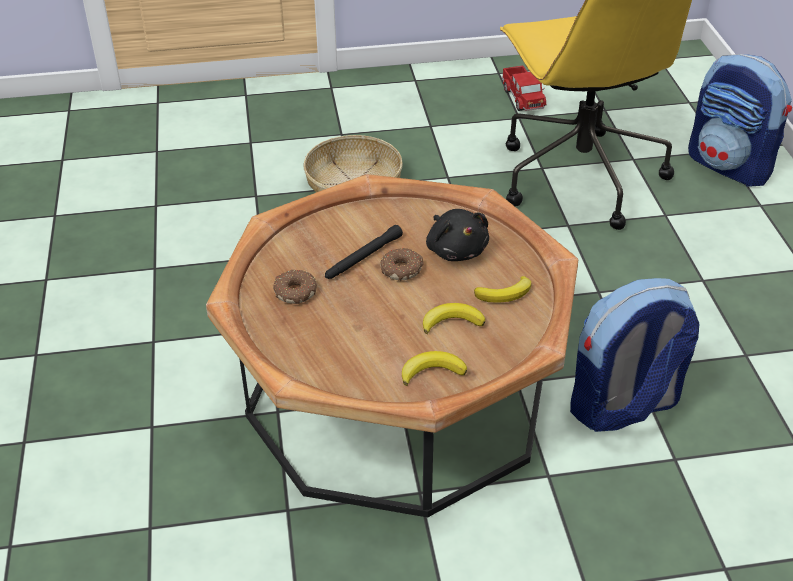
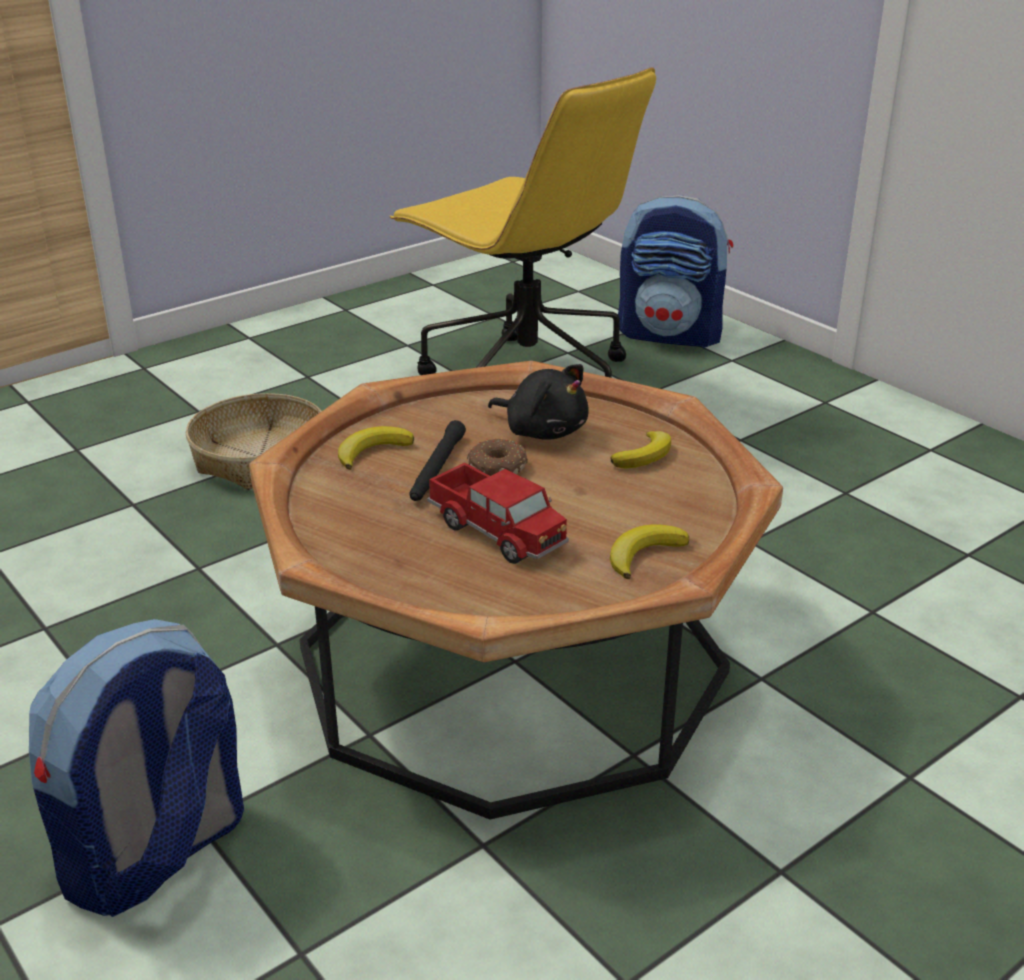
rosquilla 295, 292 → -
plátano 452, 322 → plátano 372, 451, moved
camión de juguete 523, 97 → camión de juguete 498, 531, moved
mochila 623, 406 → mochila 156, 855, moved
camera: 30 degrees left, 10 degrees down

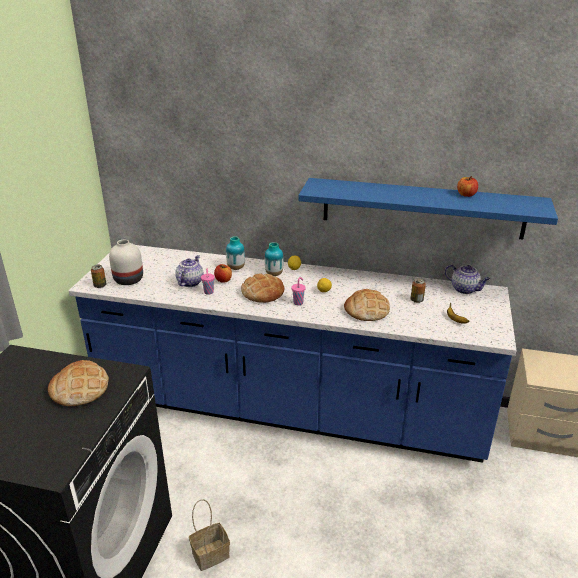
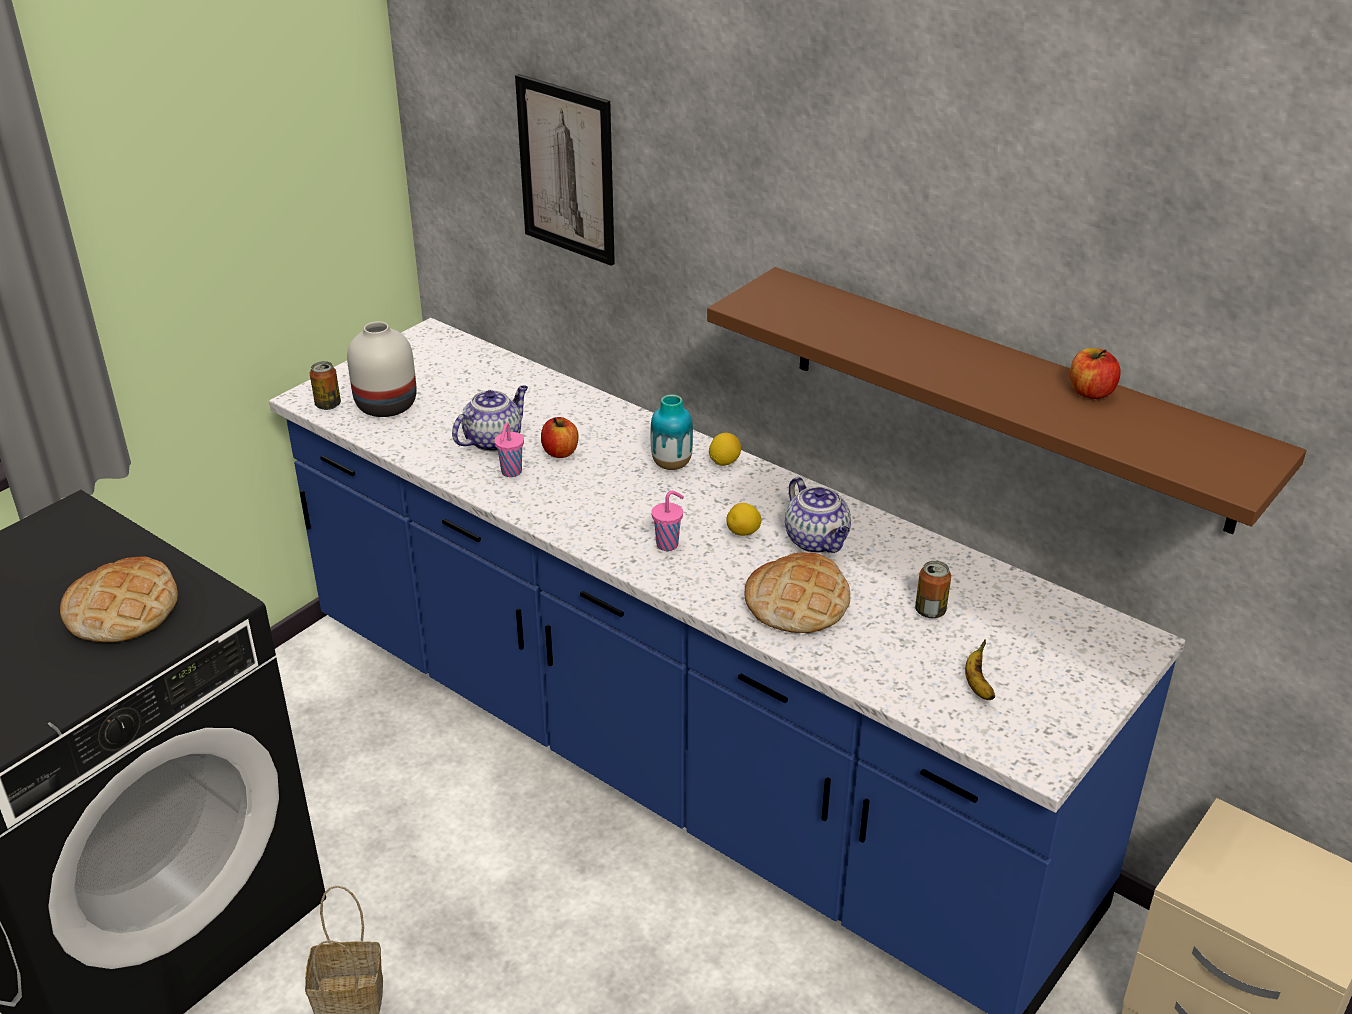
florero 236, 268 → -
pan 262, 292 → -
estante/azul 422, 208 → estante/marrón 1006, 396
tetera 465, 289 → tetera 818, 541, moved
- → cuadro 567, 170
camera: 25 degrees right, 5 degrees up

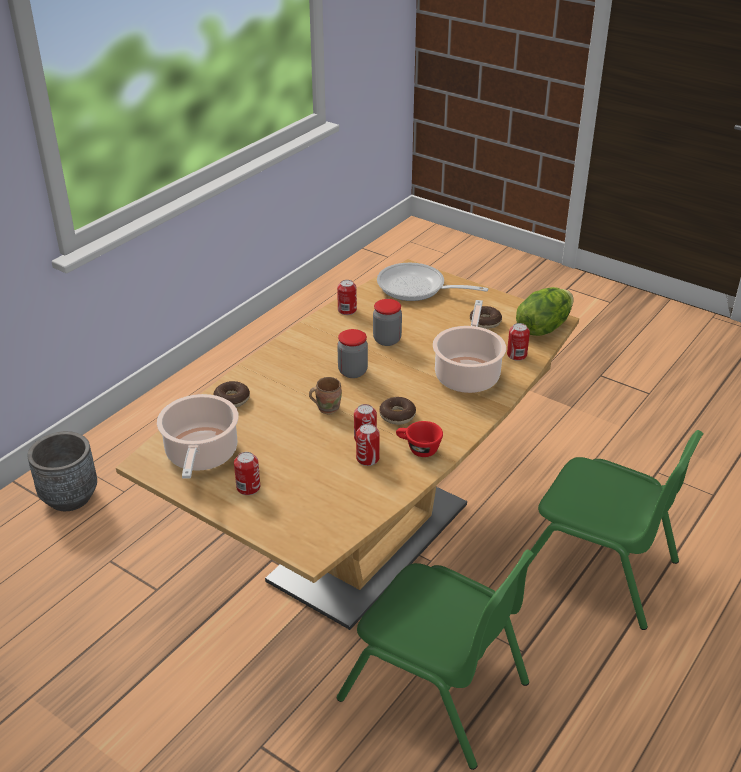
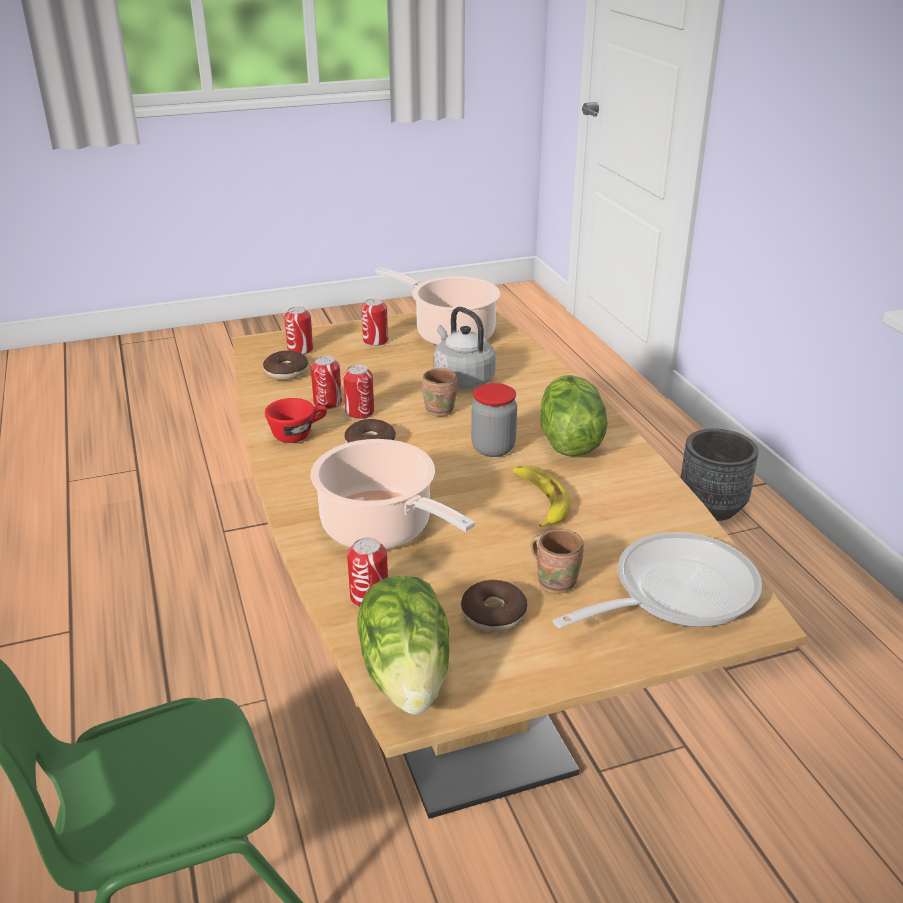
rosquilla 232, 399 → rosquilla 286, 372, moved
lata 347, 310 → lata 300, 349, moved
silla/verde 435, 691 → -
tarro 387, 340 → plátano 540, 500
- → hervidor/gris 462, 379
- → taza grande/marrón 556, 581
- → lechuga 568, 441
camera: 125 degrees right, 5 degrees down

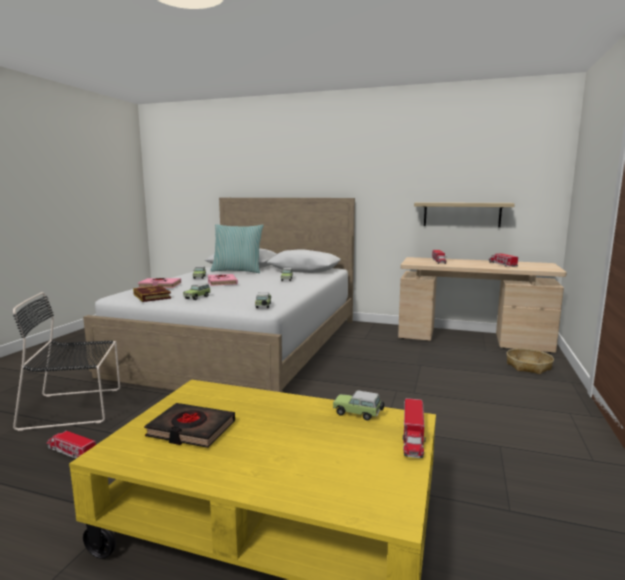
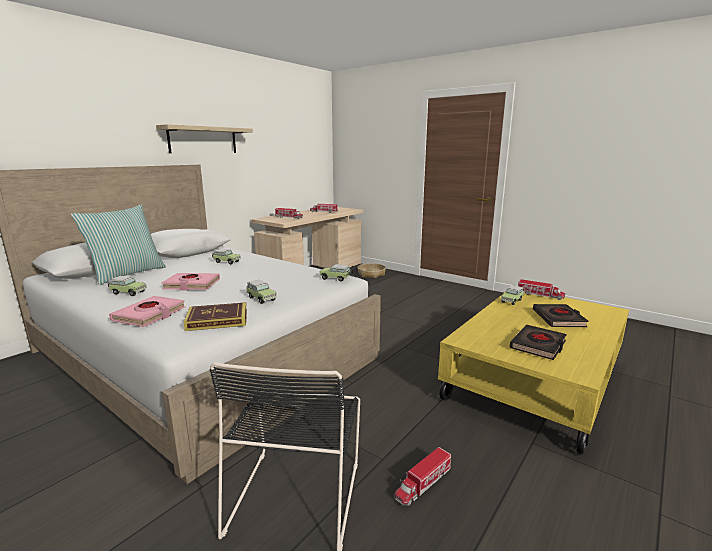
estante 461, 214 → estante 203, 140, moved
- → libro/negro 558, 319
camera: 70 degrees left, 5 degrees up

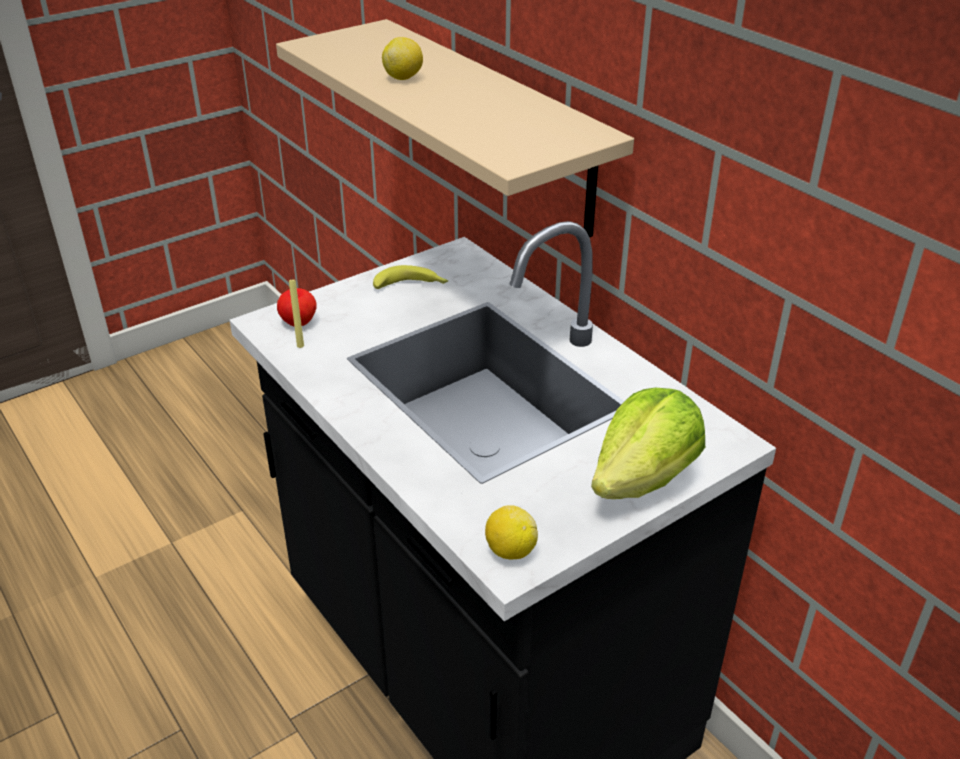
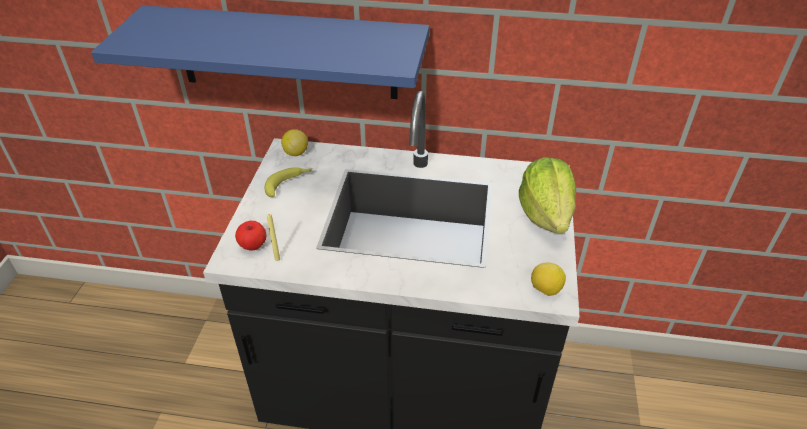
estante/beis 494, 125 → estante/azul 287, 53
limón 403, 78 → limón 296, 153, moved
camera: 45 degrees left, 5 degrees up

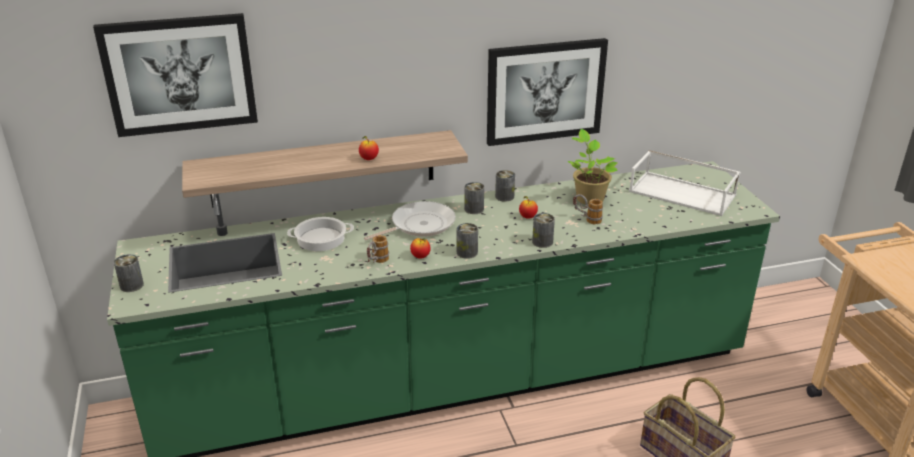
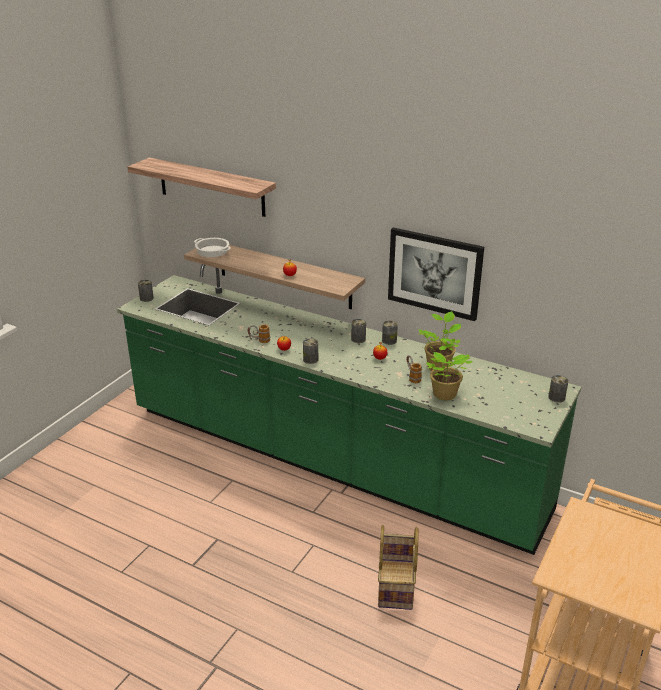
cuadro 180, 74 → estante 211, 187
olla 320, 239 → olla 212, 251, moved
sartén 419, 225 → -
lata 542, 242 → lata 556, 397, moved
bandeja/blanco 683, 193 → -
- → planta en maceta 444, 395
camera: 45 degrees right, 0 degrees up

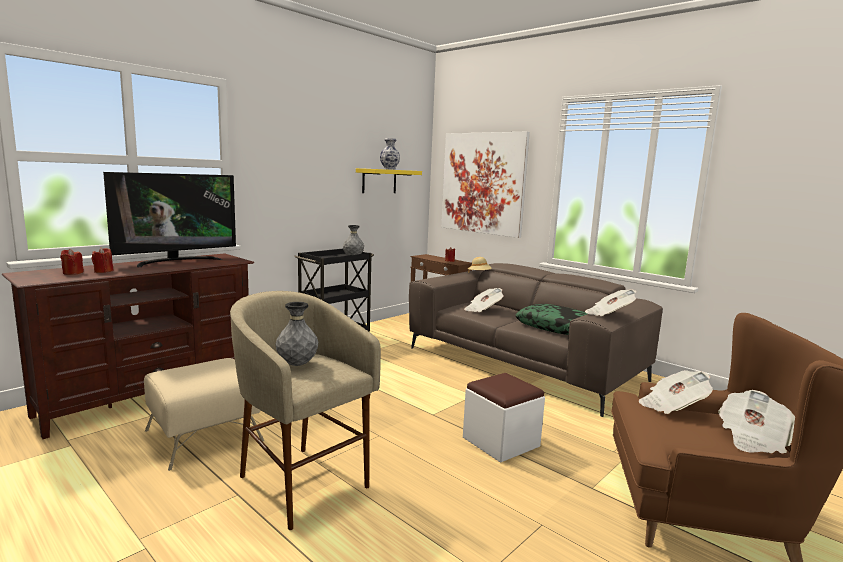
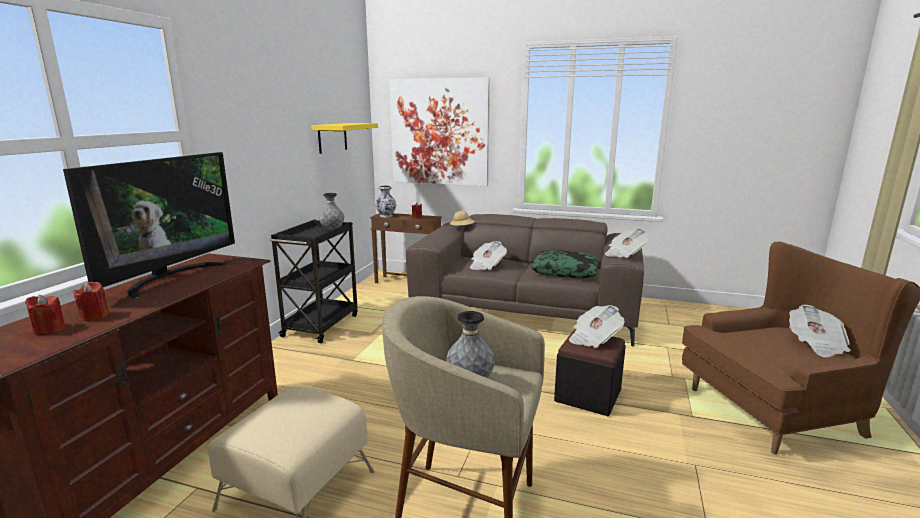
florero 389, 169 → florero 386, 216, moved
puf/blanco 500, 442 → puf/negro 588, 395
periódico 672, 406 → periódico 594, 339, moved
camera: 25 degrees left, 5 degrees up

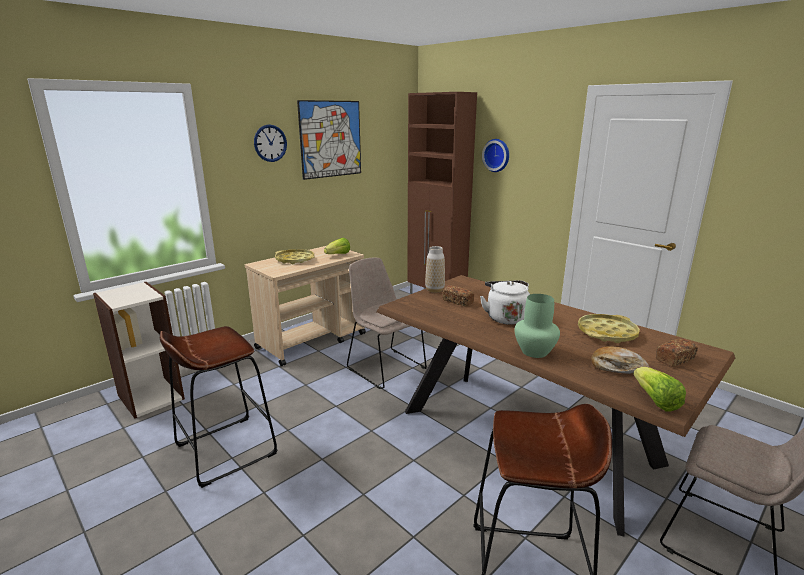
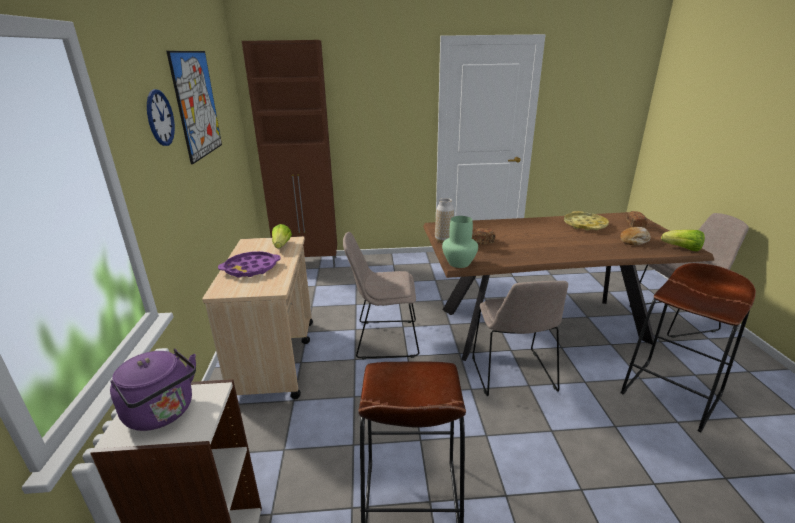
bandeja/amarillo 295, 260 → bandeja/morado 251, 268
hervidor/blanco 505, 317 → -
reloj de pared 497, 155 → -
florero/verde 534, 351 → florero/verde 458, 263, moved
- → hervidor/morado 163, 413
- → silla/beis 513, 375
camera: 50 degrees left, 5 degrees up

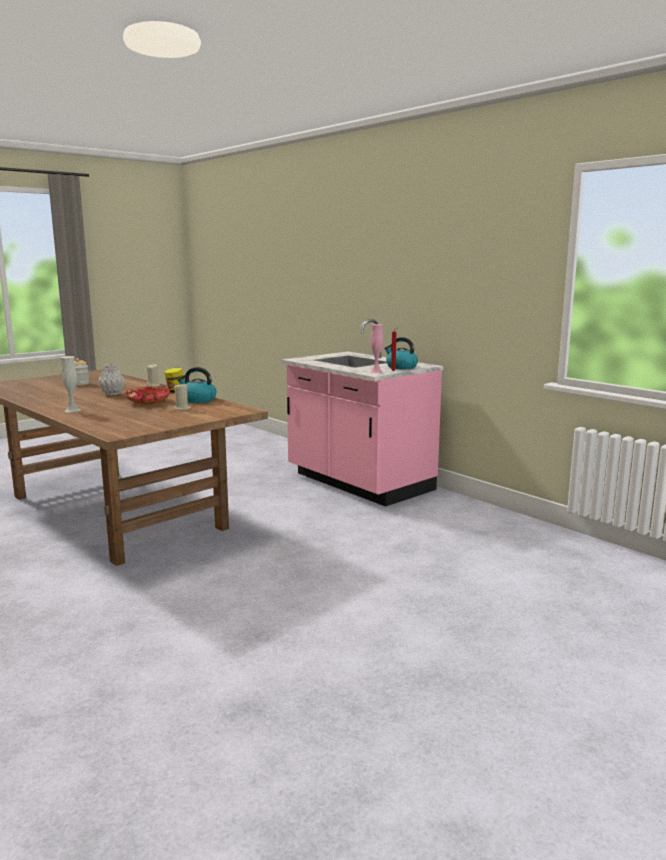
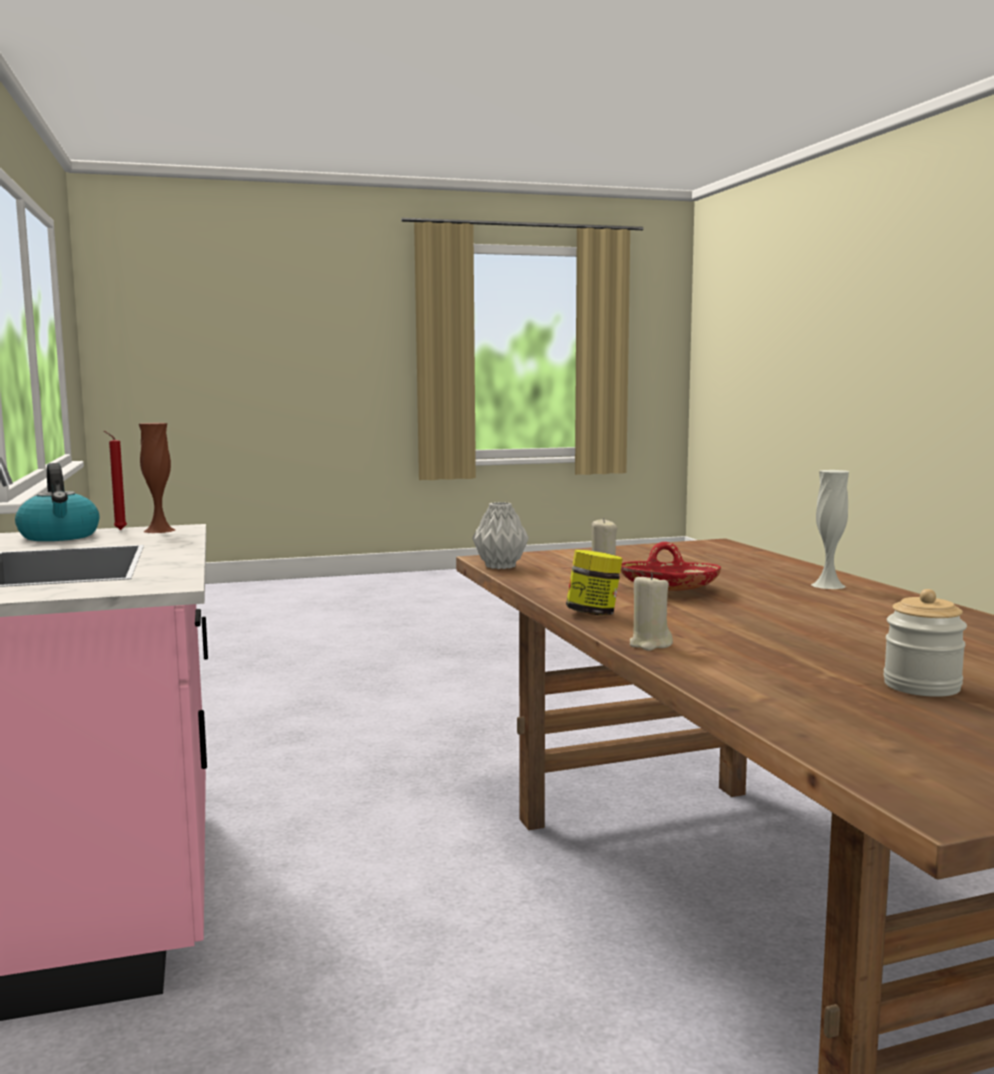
florero/gris 113, 394 → florero/gris 500, 566, moved
hervidor 198, 400 → -
florero/rosa 376, 372 → florero/marrón 159, 530
camera: 155 degrees left, 5 degrees down

